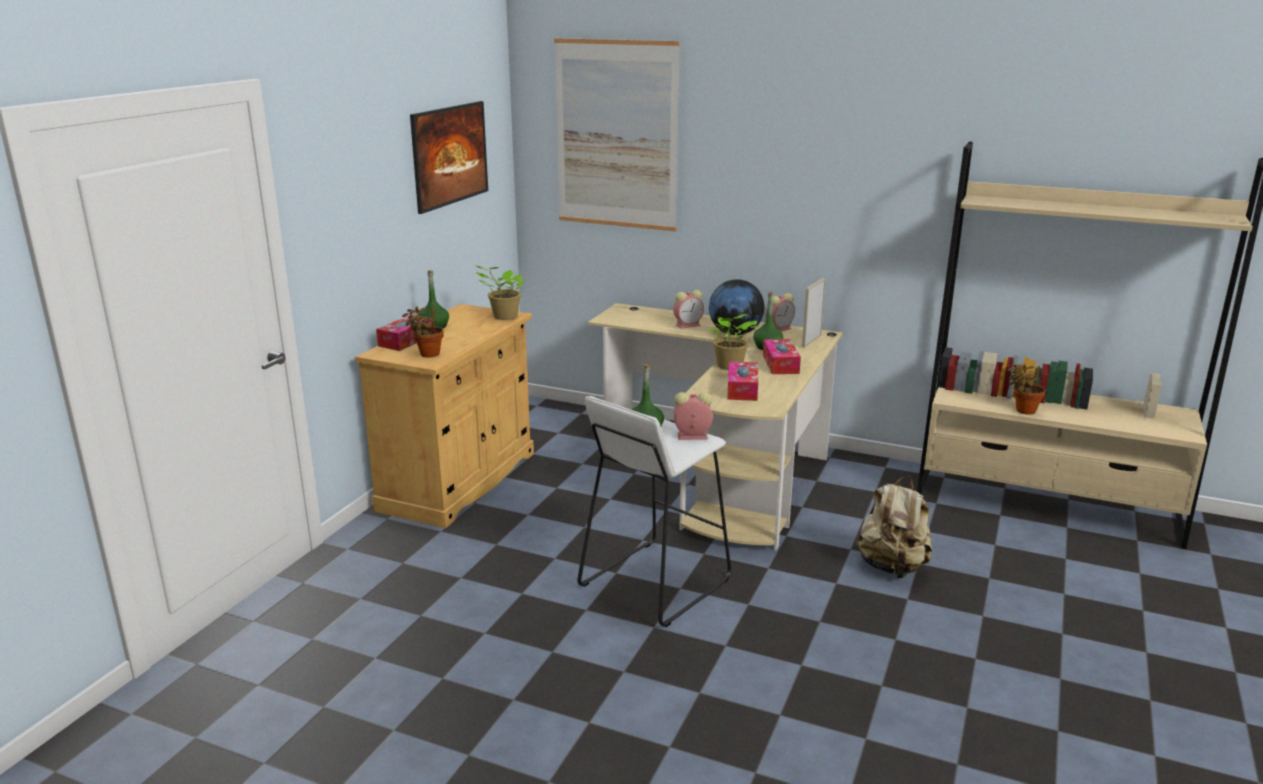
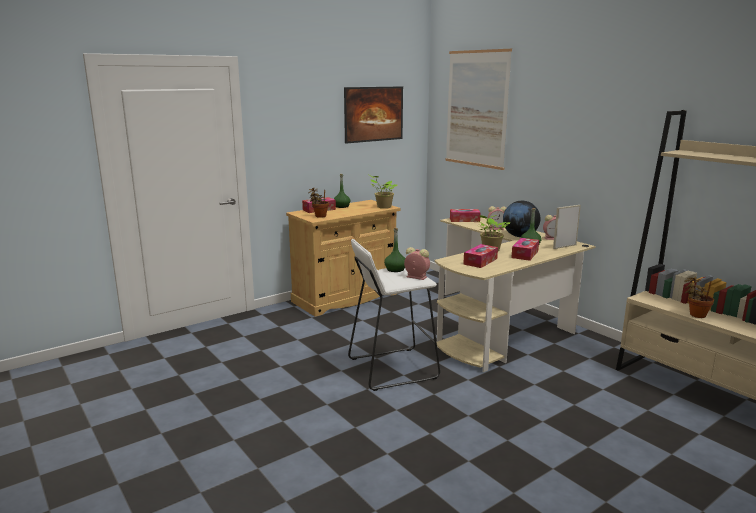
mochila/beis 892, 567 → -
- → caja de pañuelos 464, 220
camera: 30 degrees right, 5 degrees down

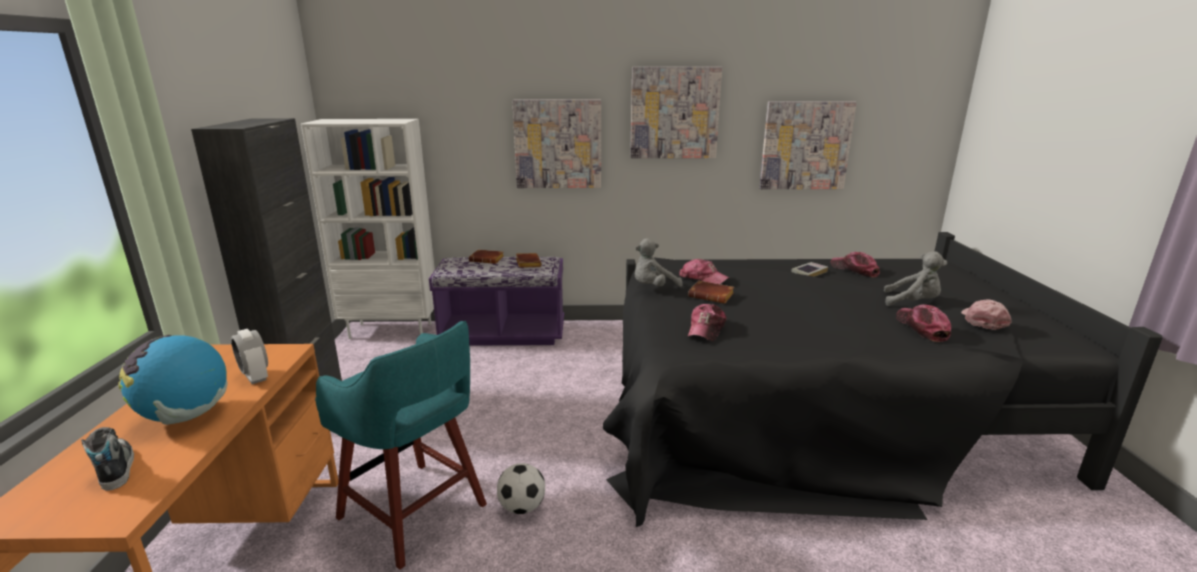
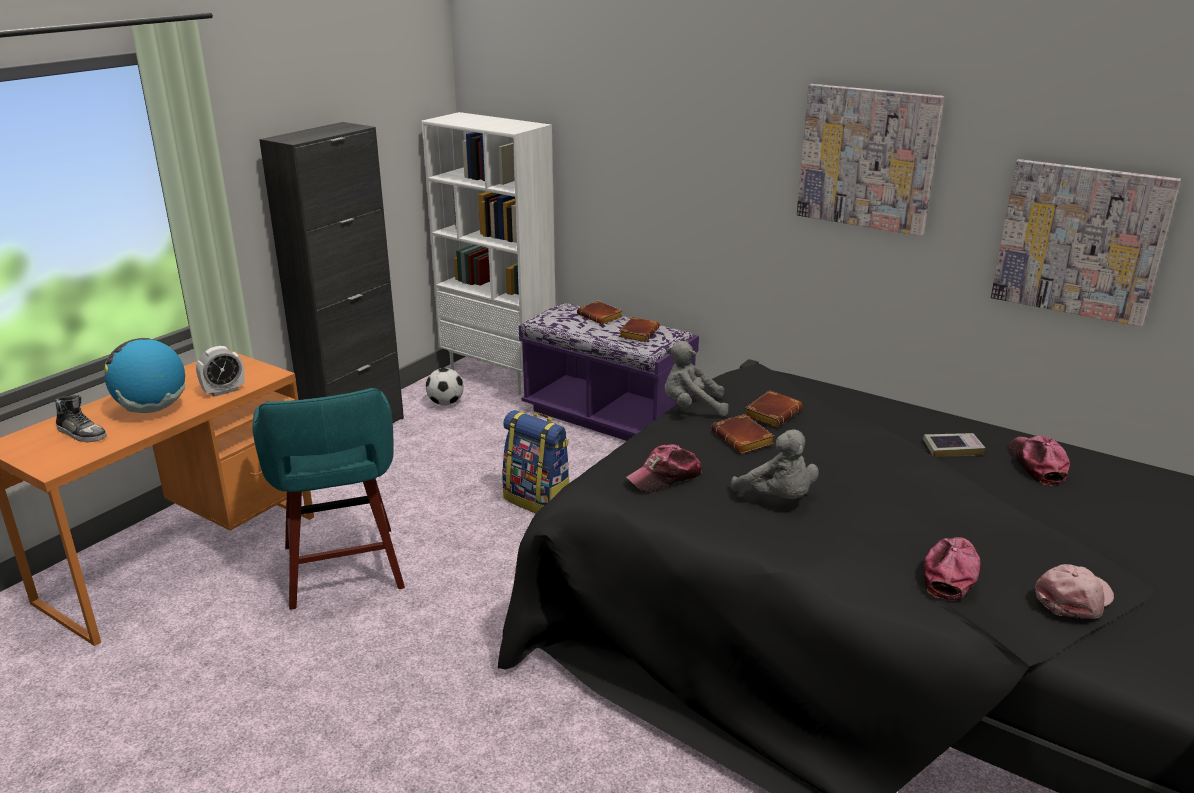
zapato 115, 468 → zapato 82, 433, 120 degrees clockwise
despertador 255, 377 → despertador 224, 391, 120 degrees counterclockwise
balón de fútbol 522, 507 → balón de fútbol 445, 403, moved
cuadro 558, 144 → -
gorra 702, 278 → libro/marrón 772, 413
peluche/gris 912, 303 → peluche/gris 778, 499, moved
- → mochila 538, 500
camera: 35 degrees right, 5 degrees up

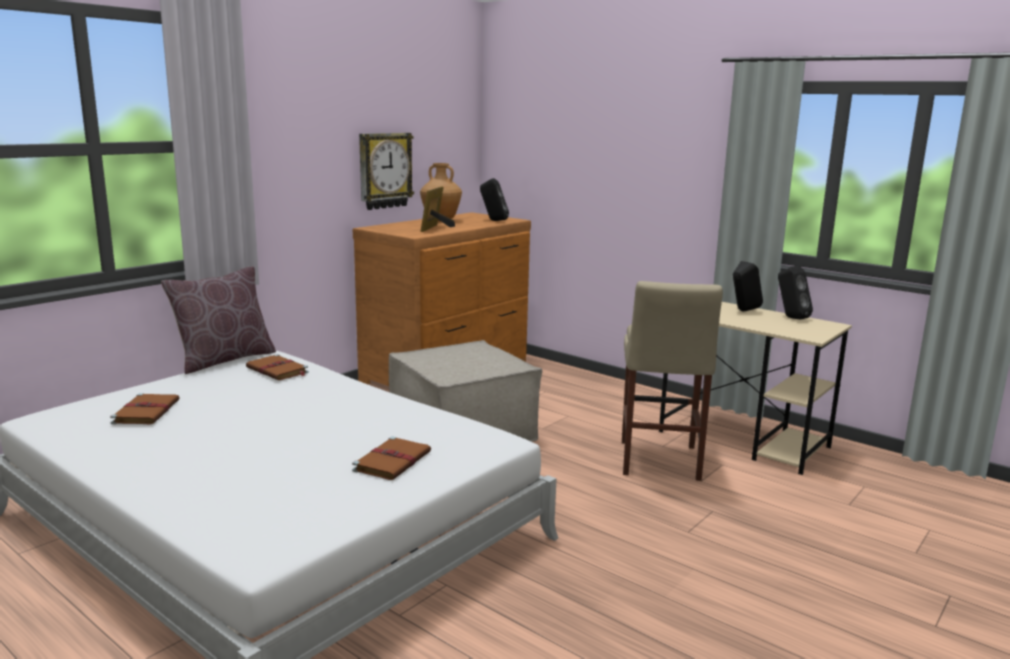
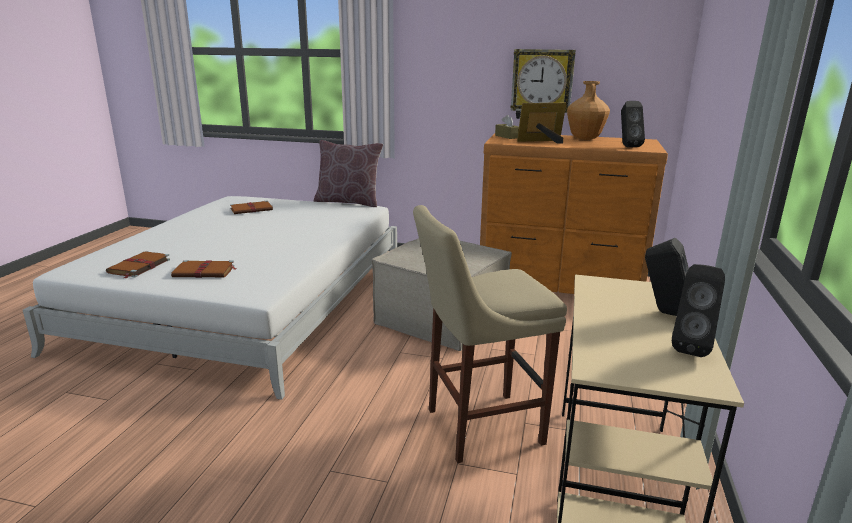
libro/marrón 278, 370 → libro/marrón 138, 266, moved
- → caja de pañuelos/marrón 507, 136
camera: 65 degrees right, 5 degrees up

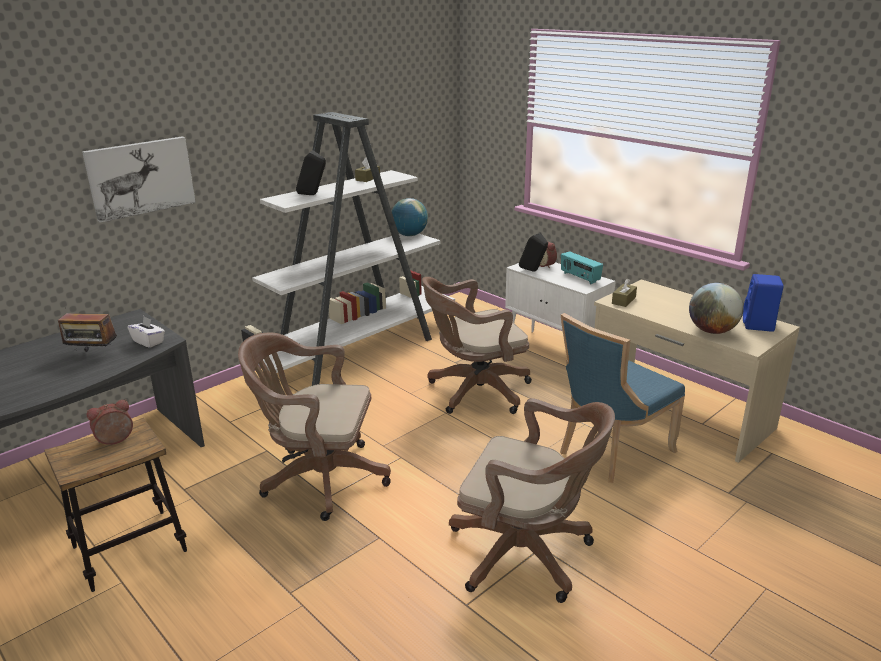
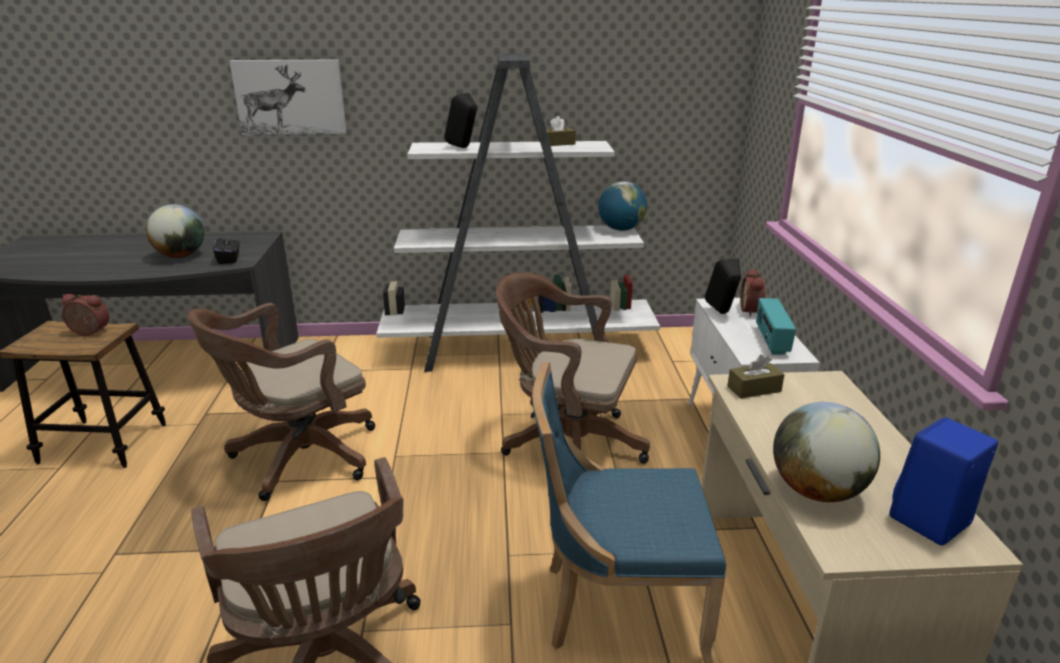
radio 92, 354 → globo terráqueo 181, 256
caja de pañuelos/blanco 149, 342 → caja de pañuelos/negro 229, 259
silla de oficina/marrón 318, 478 → silla de oficina/marrón 298, 458, 90 degrees counterclockwise
camera: 40 degrees right, 0 degrees up

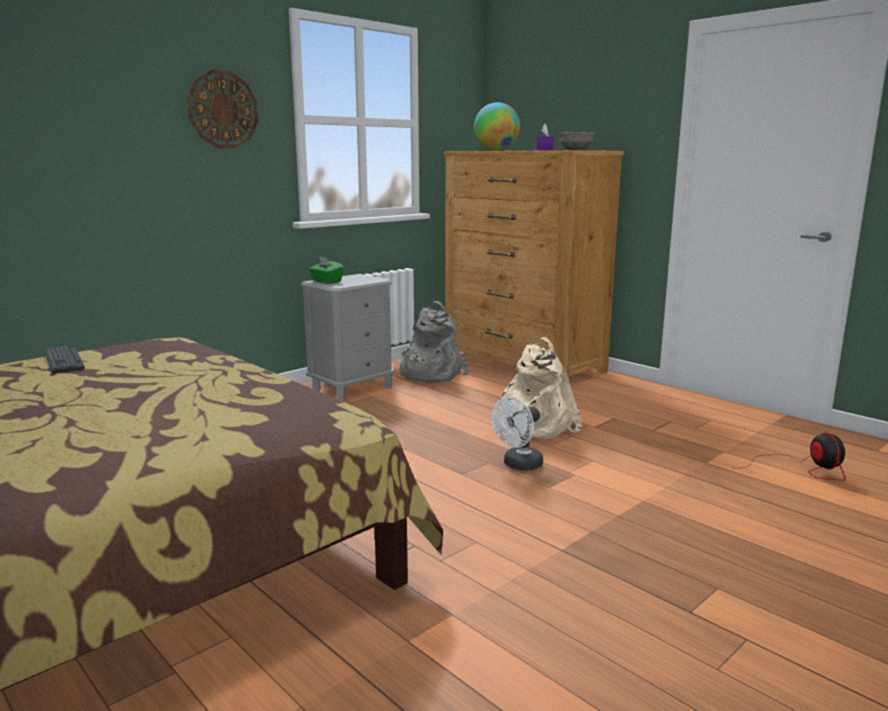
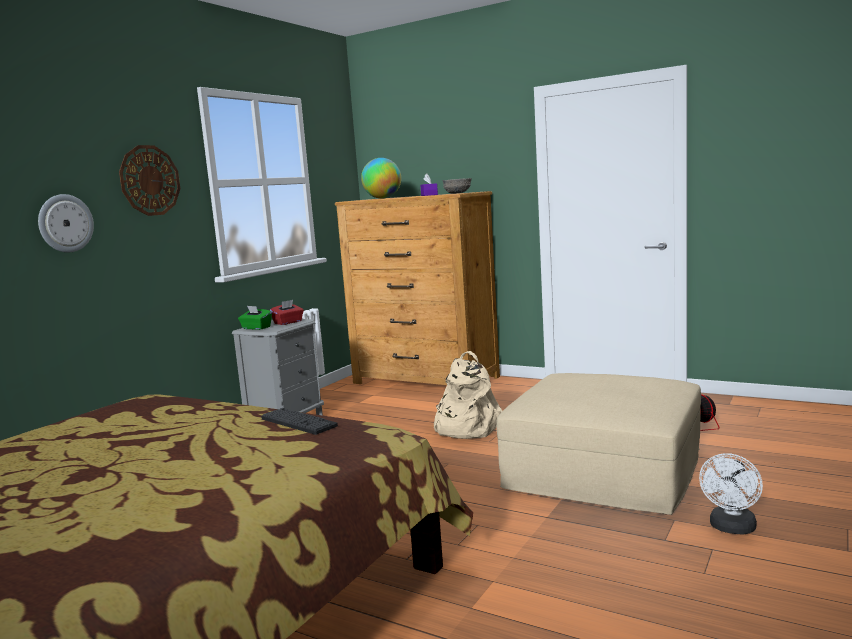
teclado 64, 360 → teclado 298, 422, moved
mochila/gris 429, 373 → -
ventilador/blanco 518, 465 → ventilador/blanco 732, 528, moved
- → reloj de pared 65, 223
- → caja de pañuelos/rojo 288, 322
- → puf/beis 605, 470
camera: 15 degrees left, 5 degrees down

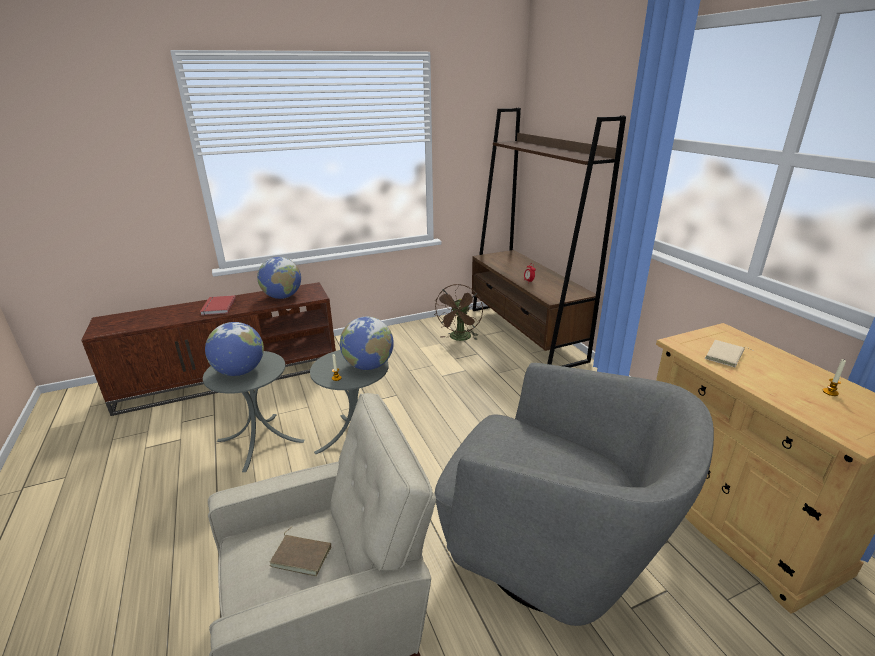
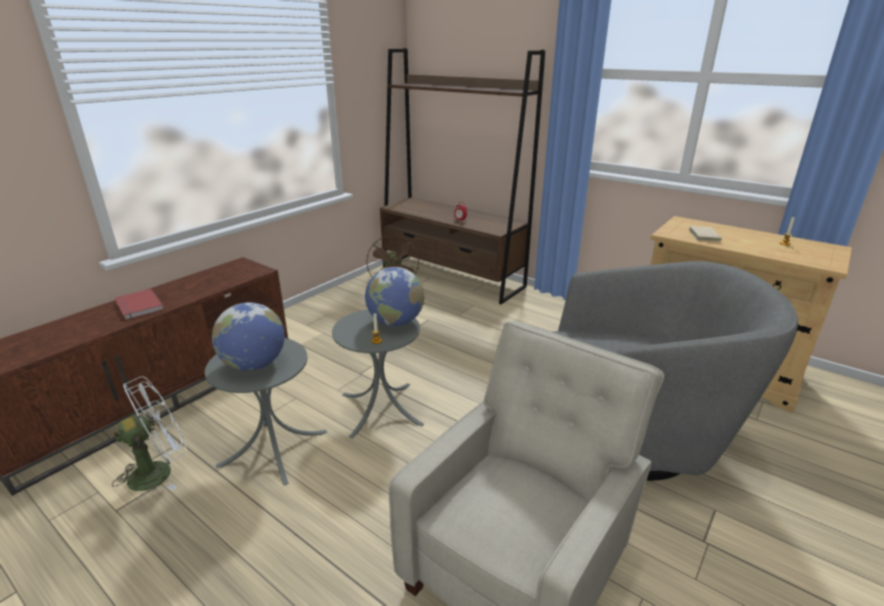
globo terráqueo 282, 297 → -
libro/marrón 302, 555 → -
- → ventilador/blanco 159, 471
camera: 30 degrees left, 0 degrees up

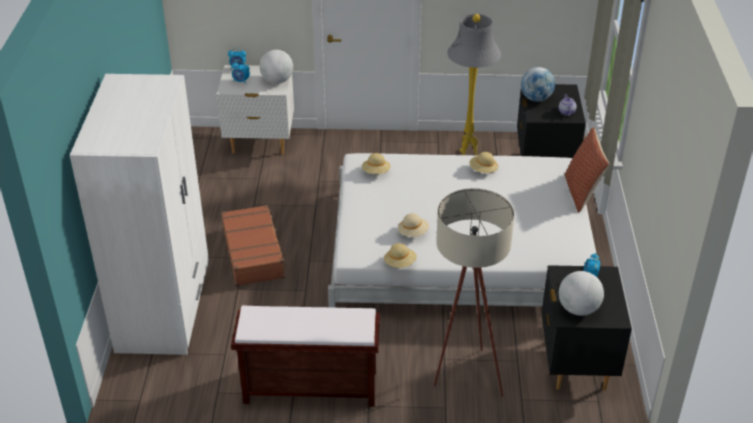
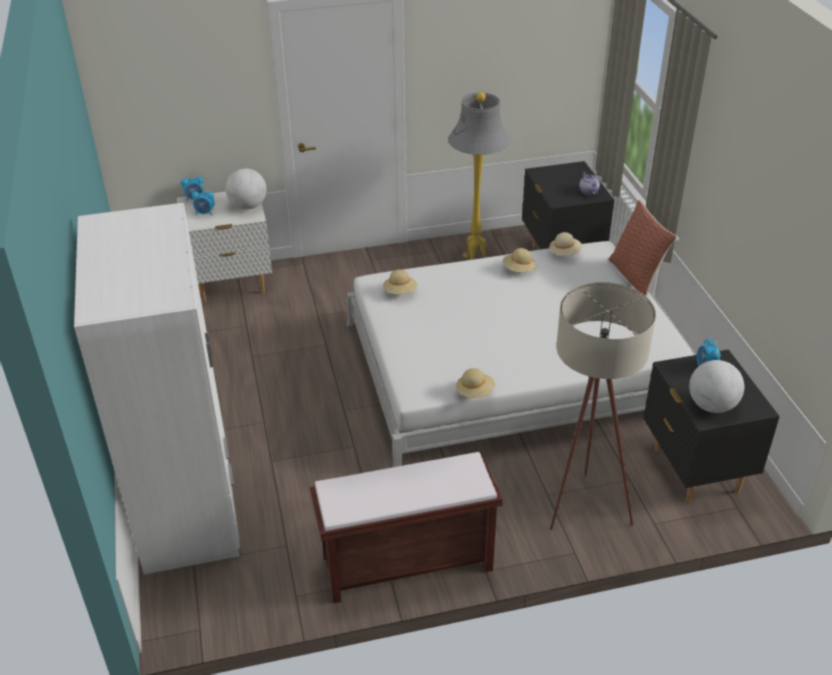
maleta/marrón 254, 253 → -
sombrero/beis 413, 233 → sombrero/beis 565, 253, moved
globo terráqueo 536, 99 → -
camera: 15 degrees left, 0 degrees up

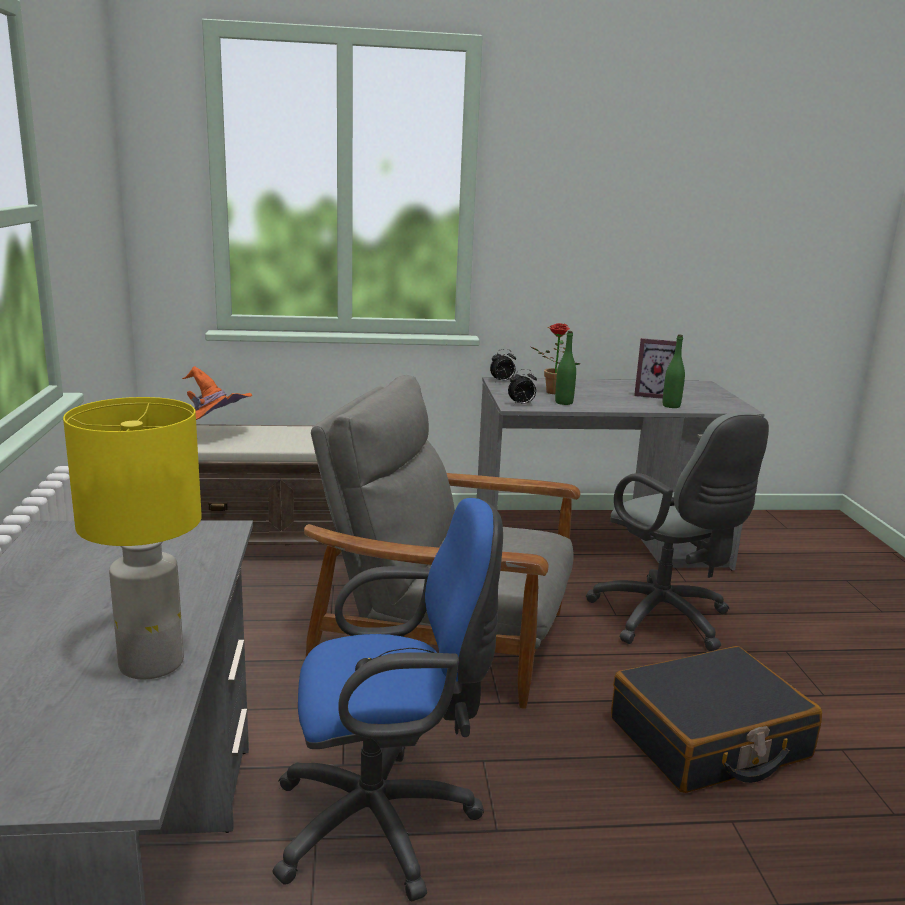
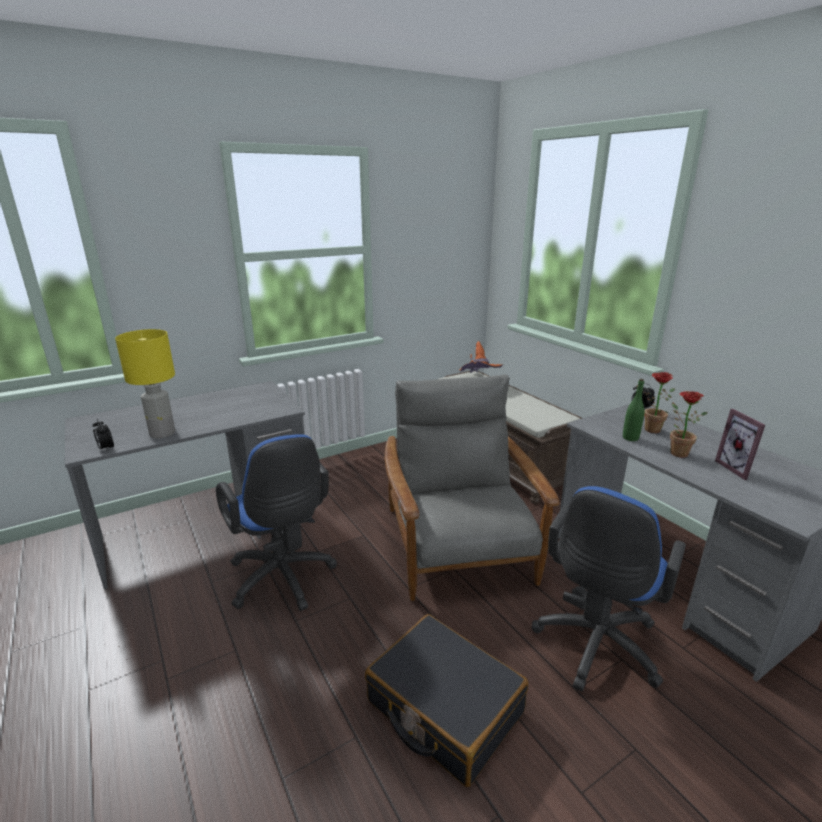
despertador 521, 404 → despertador 106, 448, moved
silla de oficina/gris 665, 620 → silla de oficina/azul 594, 647
botella/verde 671, 406 → -
- → planta en maceta 675, 452
camera: 65 degrees right, 5 degrees up

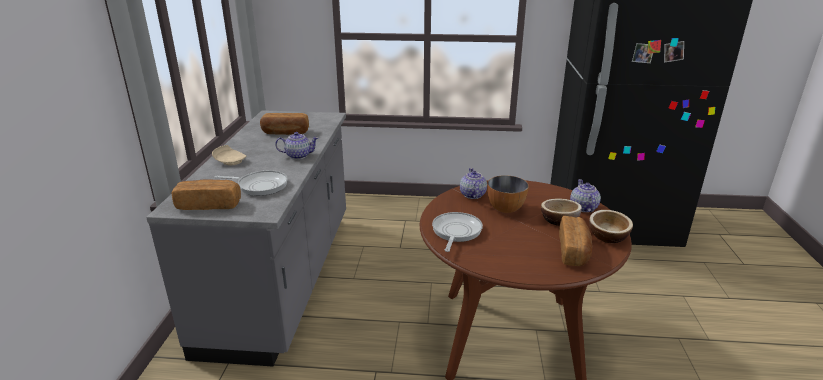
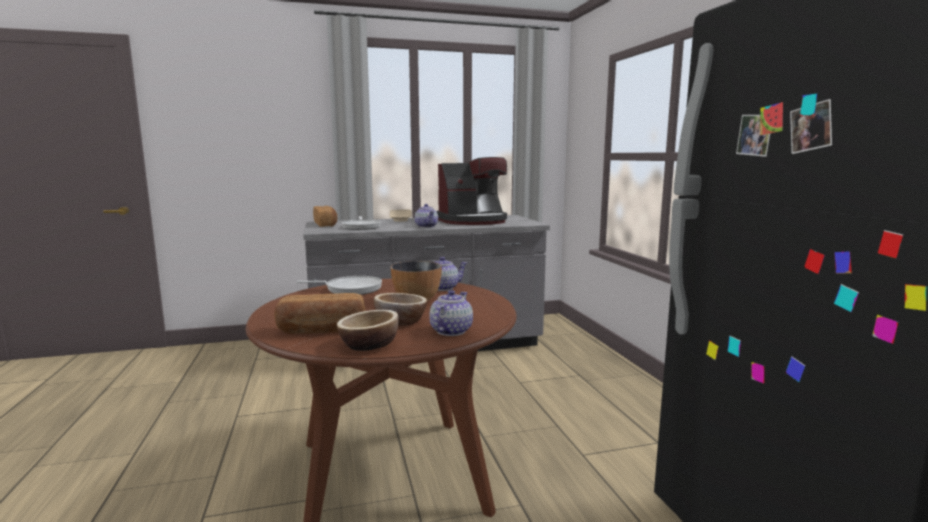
pan 285, 132 → cafetera 473, 221
tetera 583, 208 → tetera 450, 331, 45 degrees counterclockwise
camera: 70 degrees right, 15 degrees down

